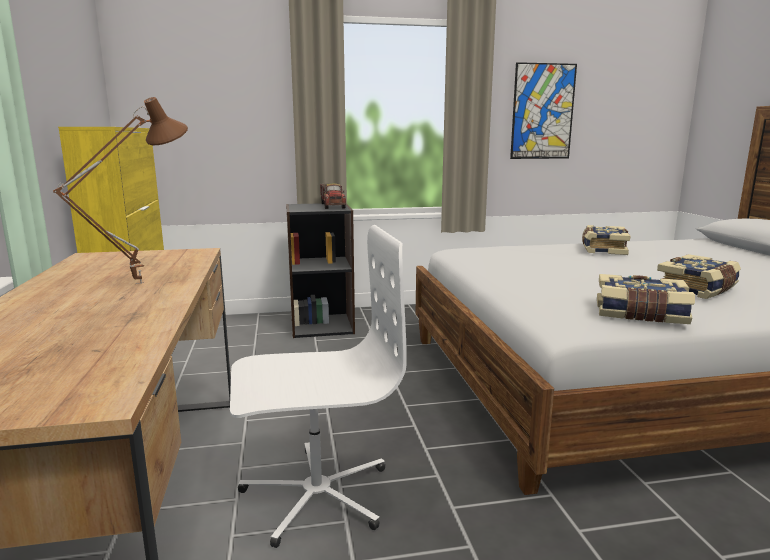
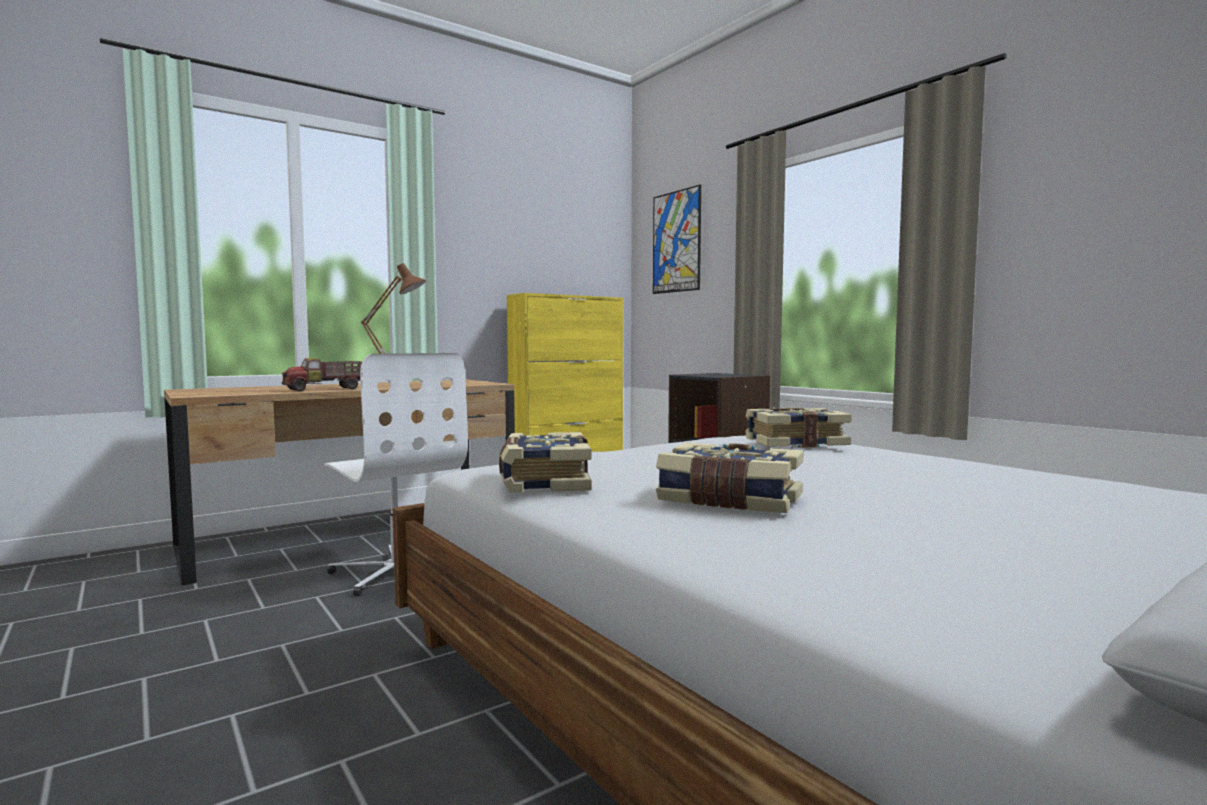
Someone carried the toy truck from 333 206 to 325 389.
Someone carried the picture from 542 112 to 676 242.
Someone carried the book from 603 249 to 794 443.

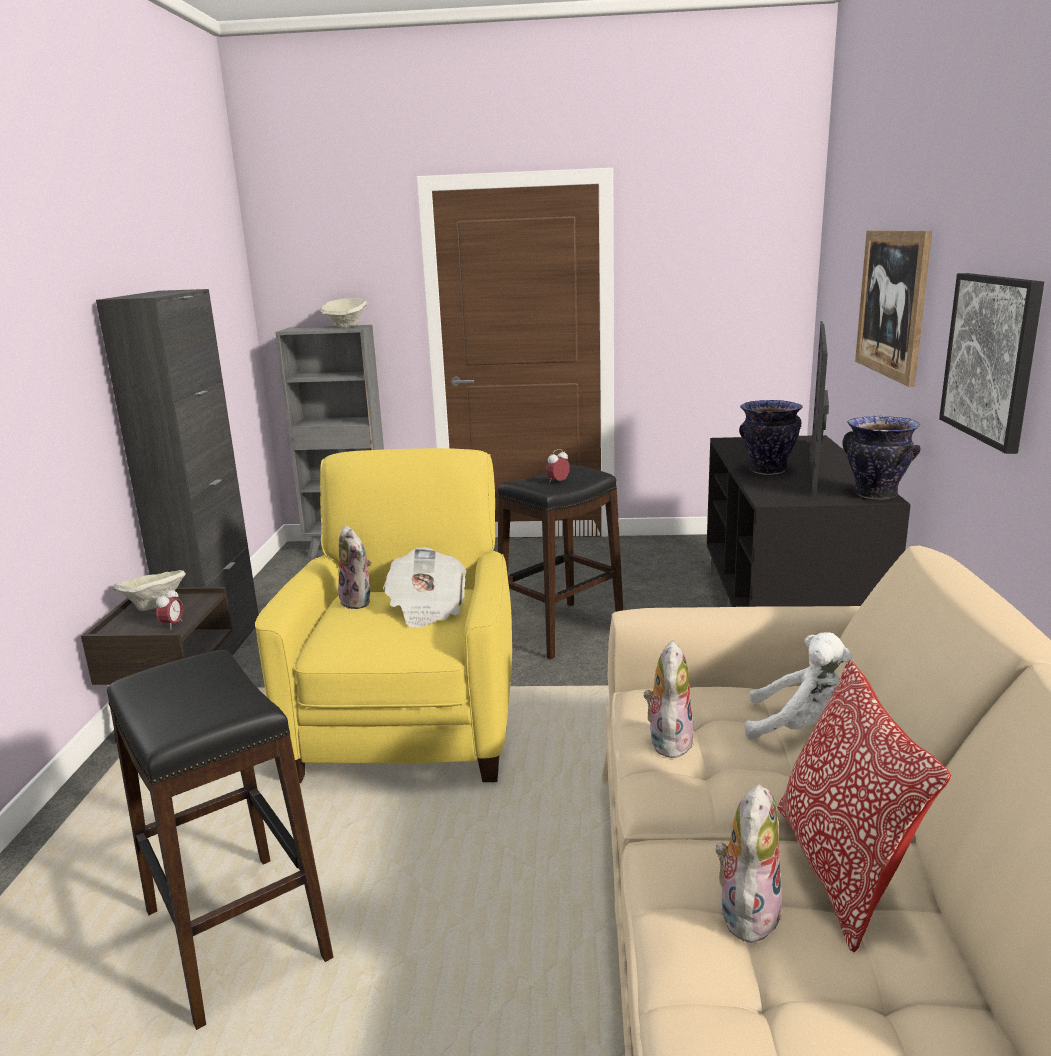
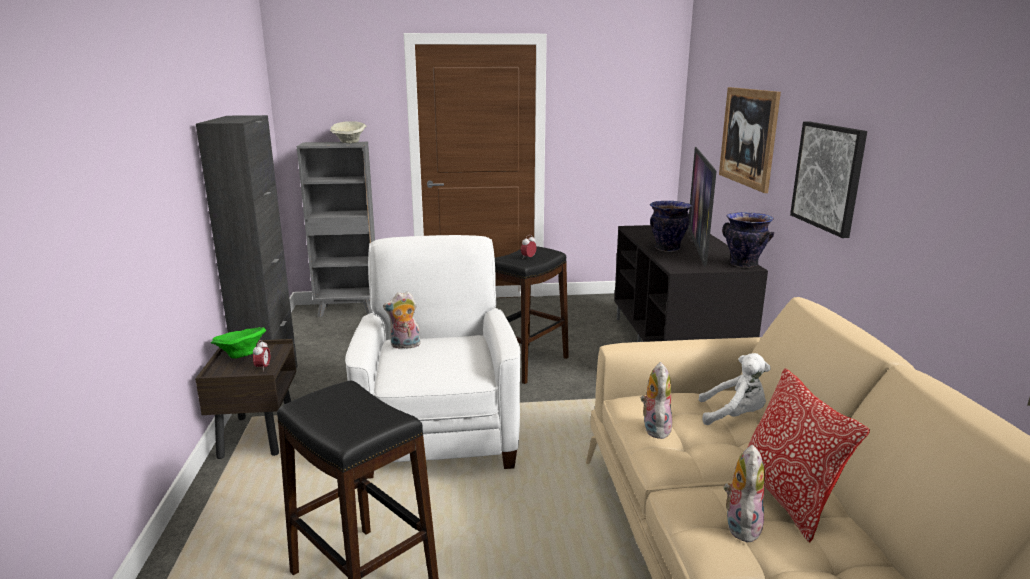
Someone repainted the beige bowl at 154 607, which became the green bowl at 241 355.
Someone repainted the yellow armchair at 409 726, which became the white armchair at 438 434.
Someone rotated the plush toy at 359 601 by 120 degrees clockwise.
Someone took away the newspaper at 426 609.

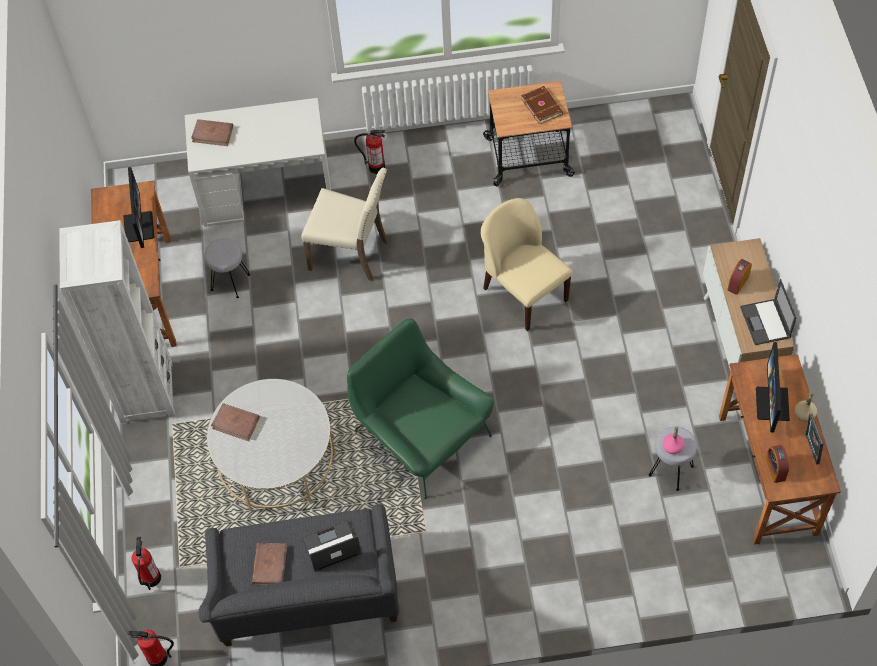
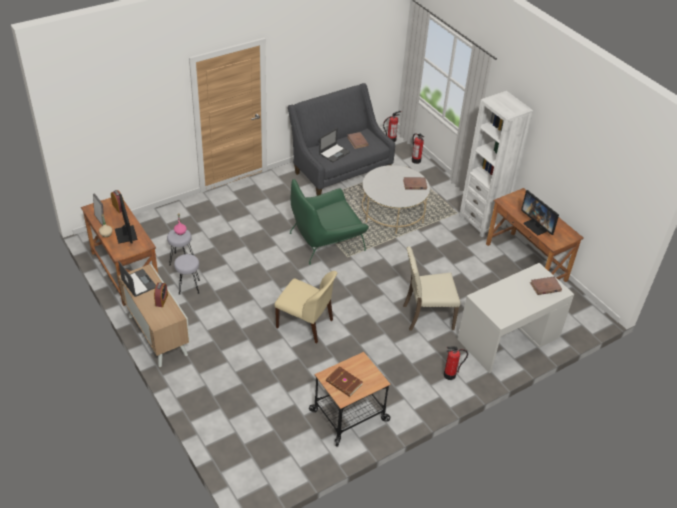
Someone carried the grey stool from 231 282 to 188 287.
Someone rotated the green armchair at 421 434 by 135 degrees clockwise.

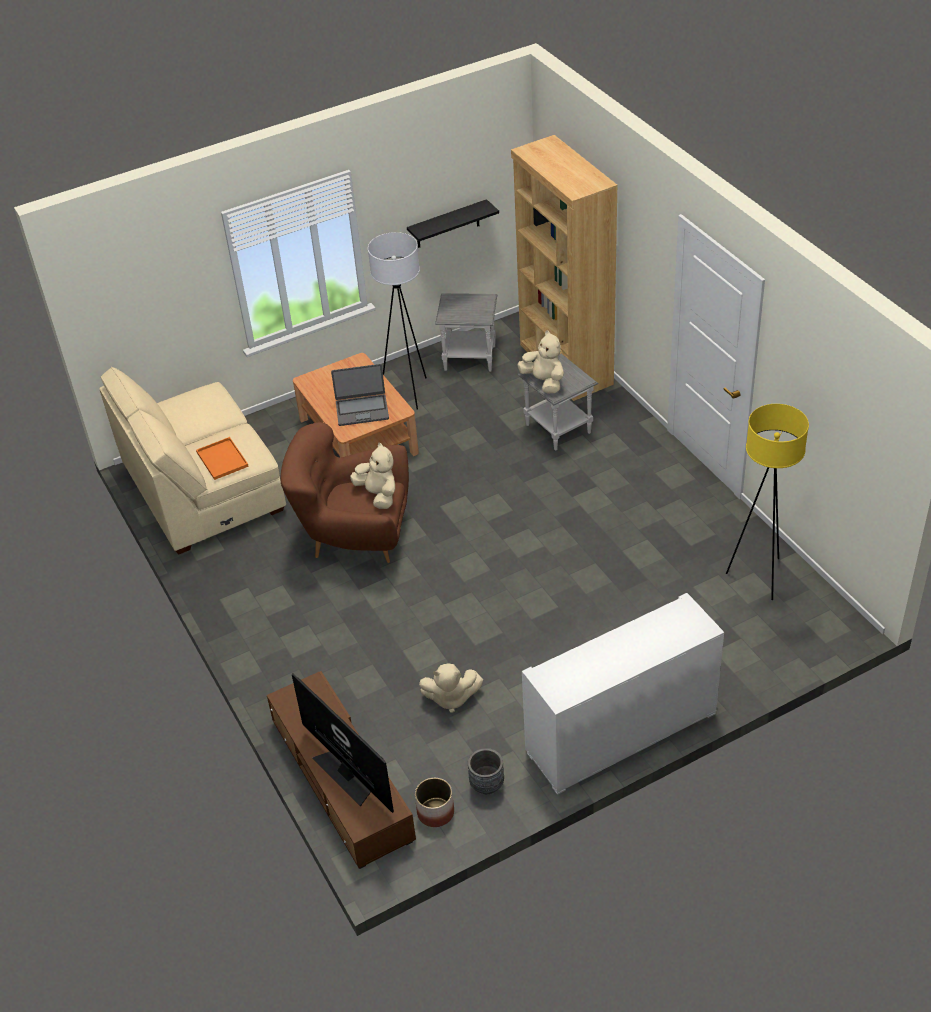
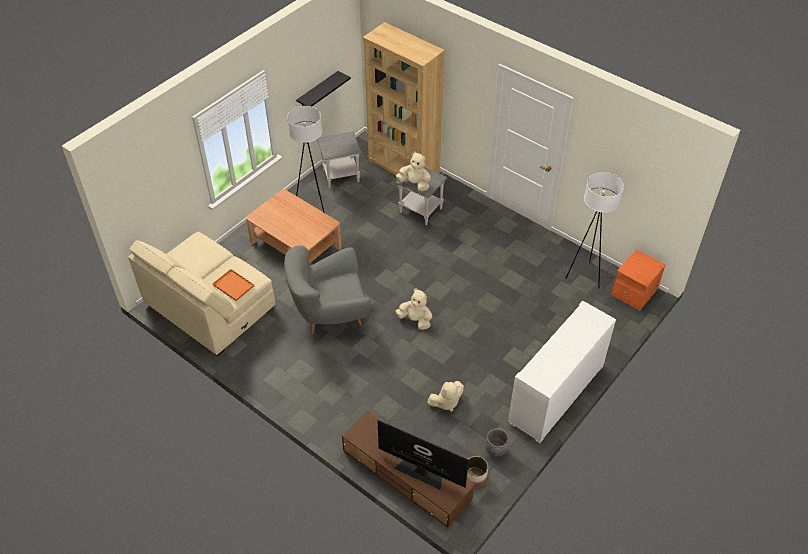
Someone repainted the brown armchair at 354 537, which became the grey armchair at 330 314.
Someone took away the laptop at 362 410.
Someone carried the beige plush toy from 378 495 to 415 320.
Someone repainted the yellow floor lamp at 759 576, which became the white floor lamp at 584 275.
Someone put down the orange nightstand at 634 292.

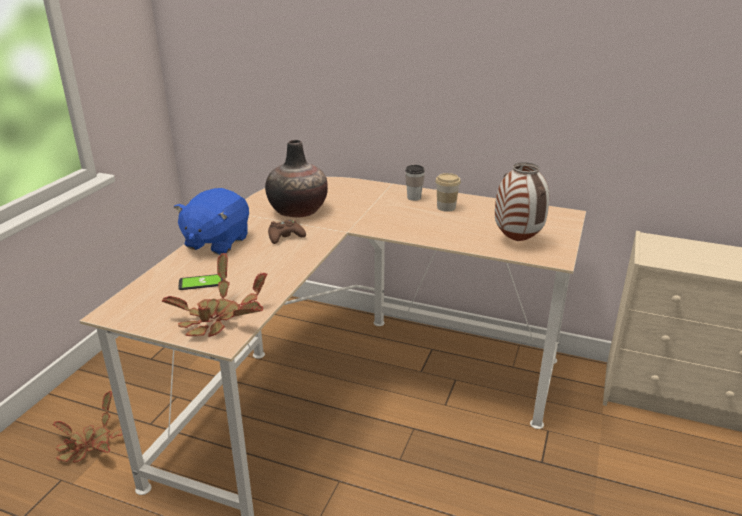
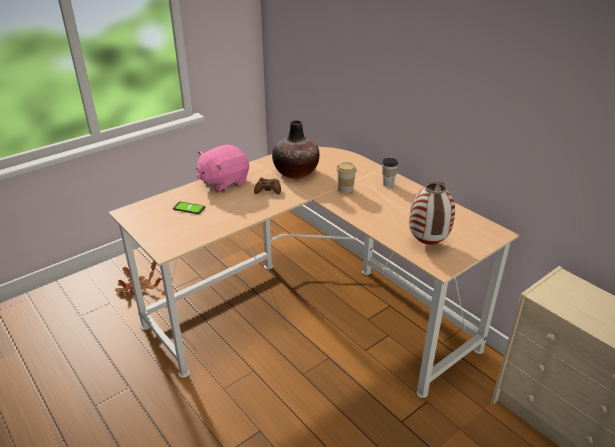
Someone took away the potted plant at 217 319.
Someone repainted the blue plush toy at 216 242, which became the pink plush toy at 223 182.
Someone carried the cup from 446 207 to 345 189.

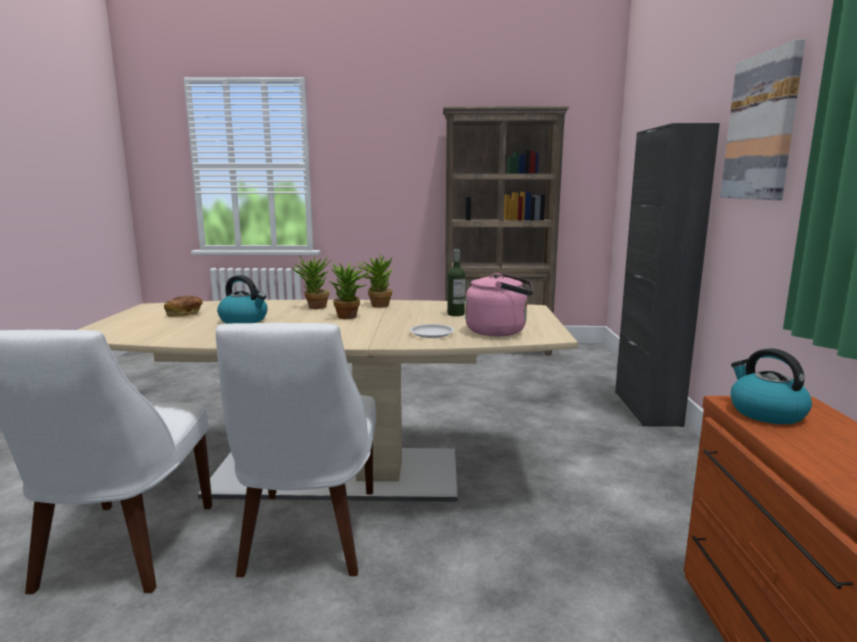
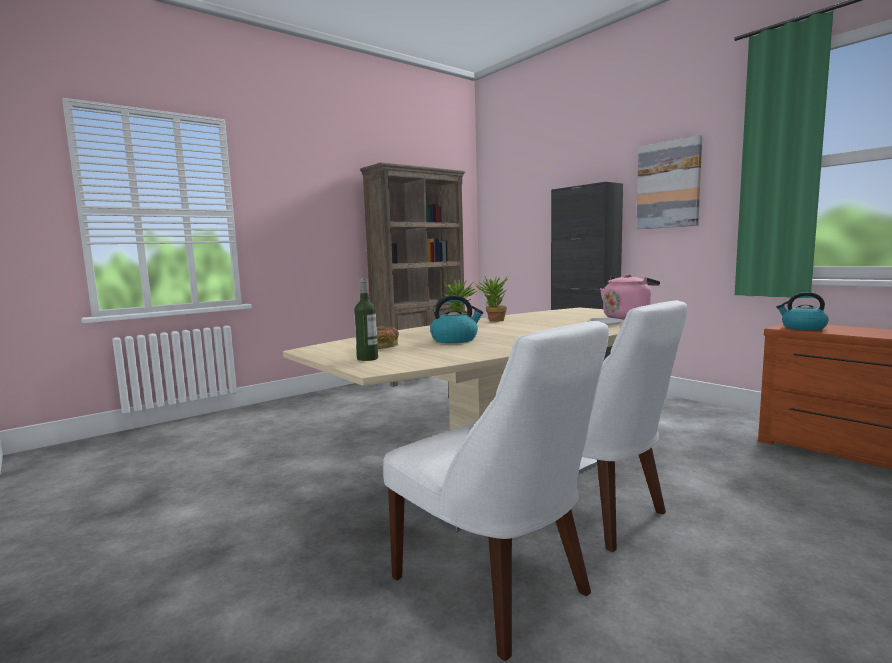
Someone took away the potted plant at 350 317.
Someone carried the bottle from 456 314 to 367 358.

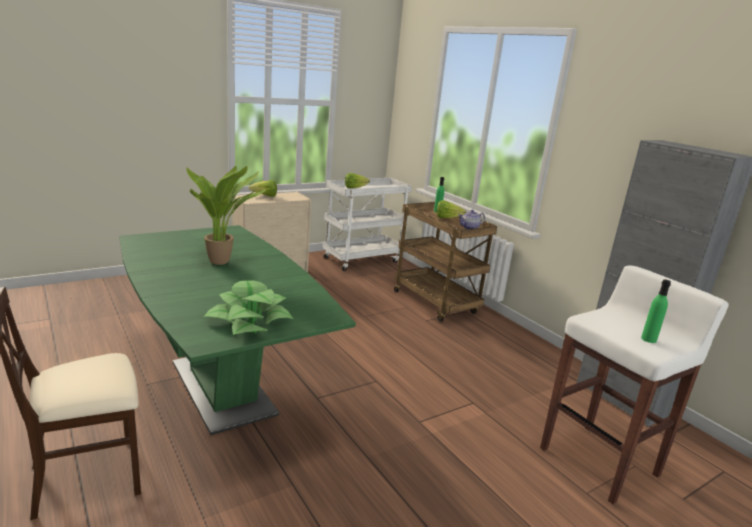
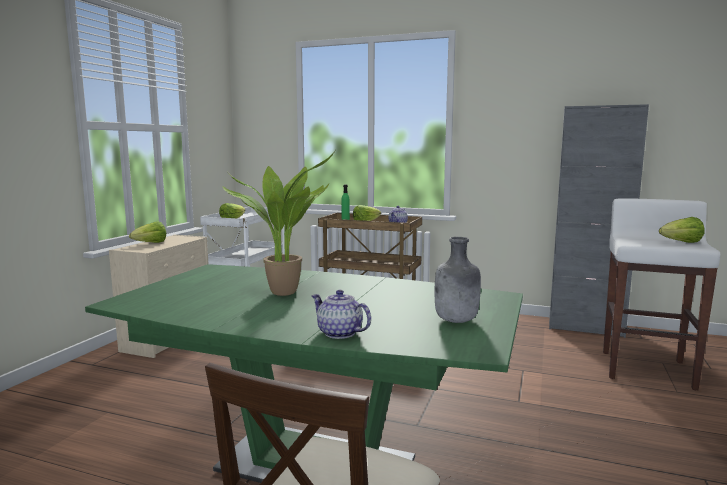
Someone swapped the potted plant at 249 321 for the grey bottle at 456 320.
Someone swapped the green bottle at 648 339 for the lettuce at 681 243.
Someone put down the teapot at 339 333.

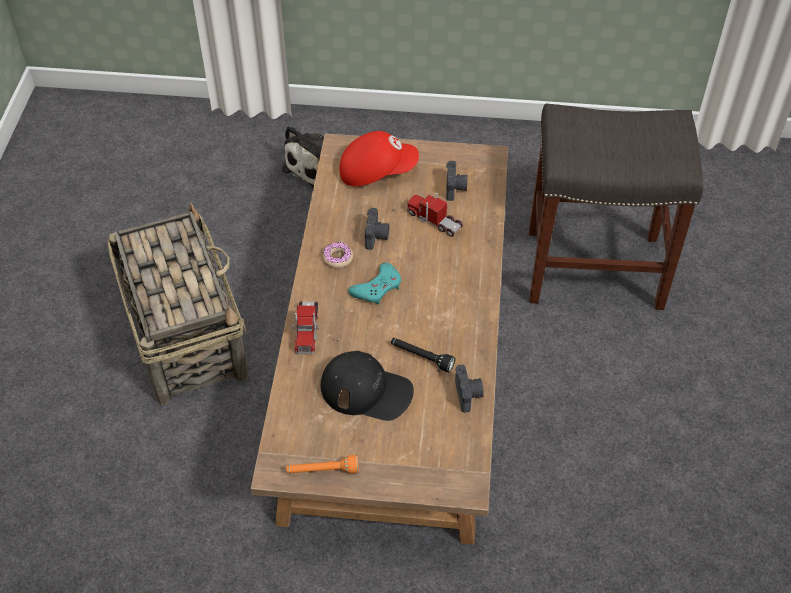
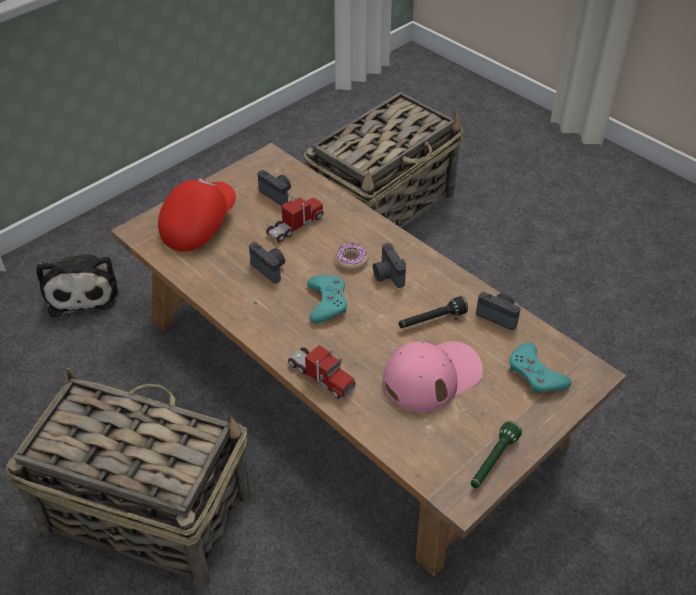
Someone repainted the orange flashlight at 322 471, which became the green flashlight at 492 461.
Someone repainted the black cap at 367 390, which became the pink cap at 432 376.
Someone carried the donut from 338 258 to 351 260.
Someone rotated the toy truck at 434 220 by 150 degrees clockwise.
Someone swapped the grey stool at 596 267 for the basket at 384 207.
Someone put down the photo camera at 387 275.
Someone put down the turquoise game controller at 535 374.

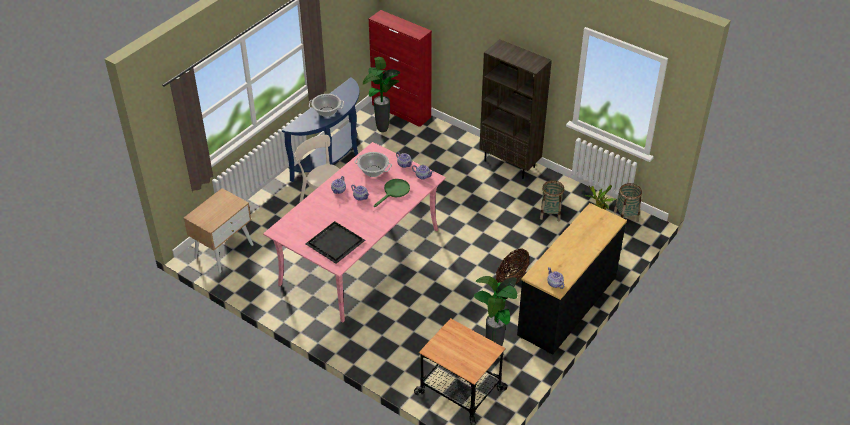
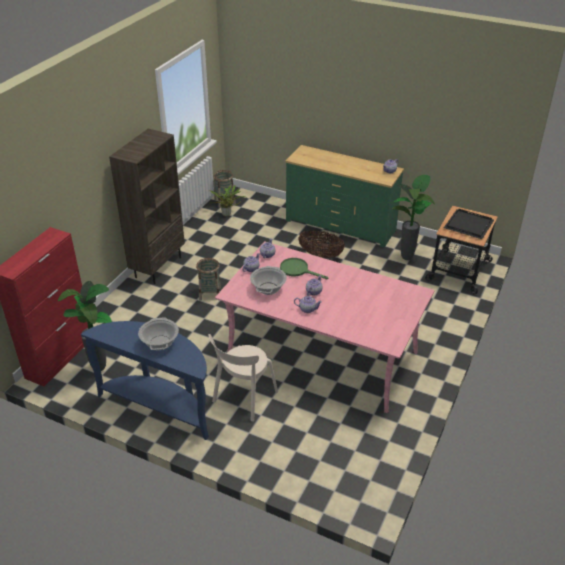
Someone took away the beige nightstand at 224 250.
Someone carried the black tray from 334 243 to 469 226.
Someone repainted the black dresser at 568 306, which became the green dresser at 340 225.
Someone carried the basket from 550 213 to 210 293.

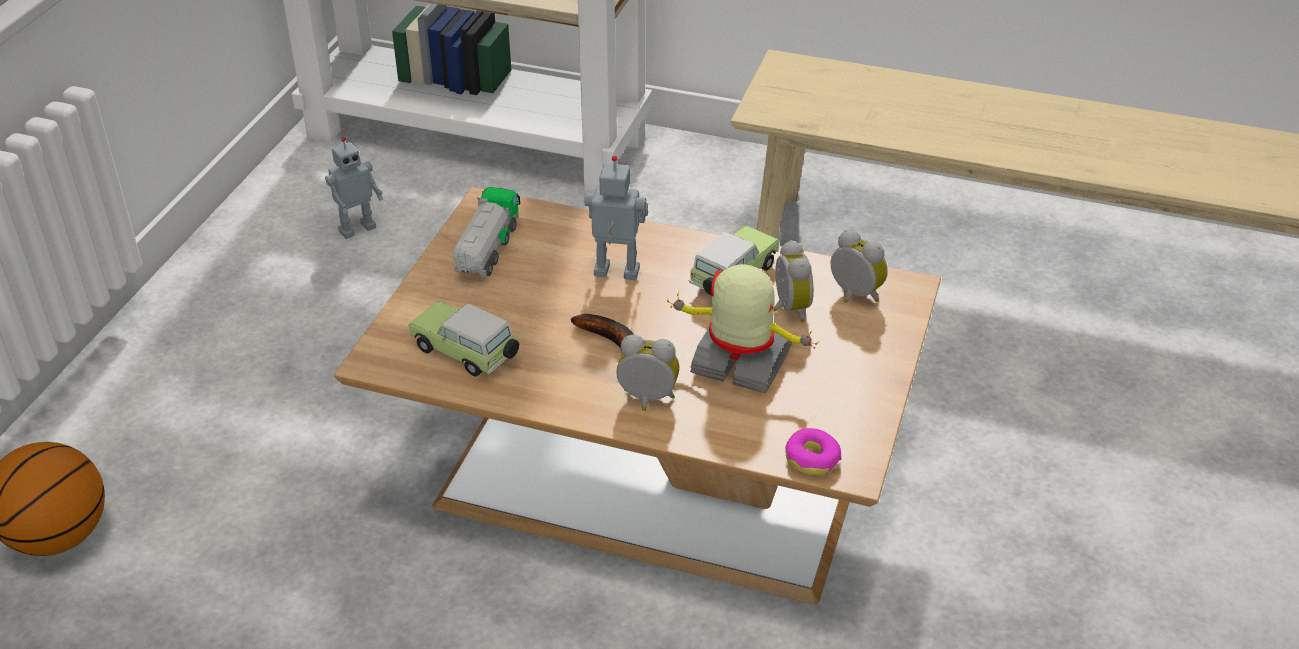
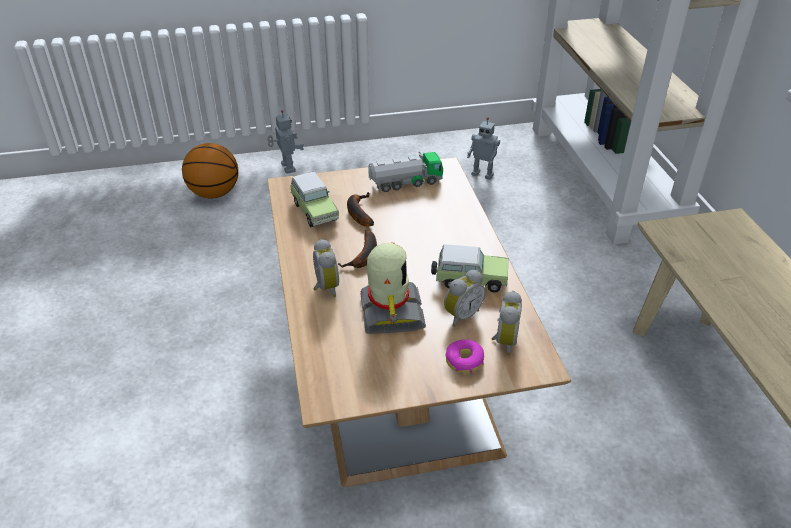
Someone rotated the toy car at 467 354 by 150 degrees clockwise.
Someone carried the toy robot from 616 274 to 287 168.
Someone carried the donut from 812 459 to 464 361.
Someone put down the banana at 358 212.

